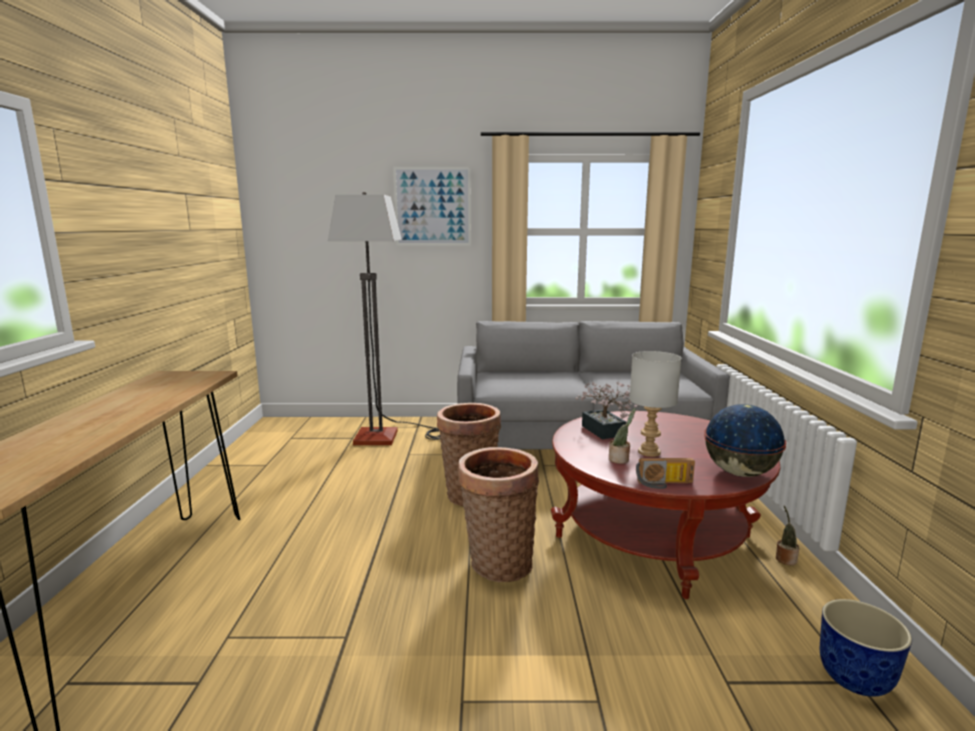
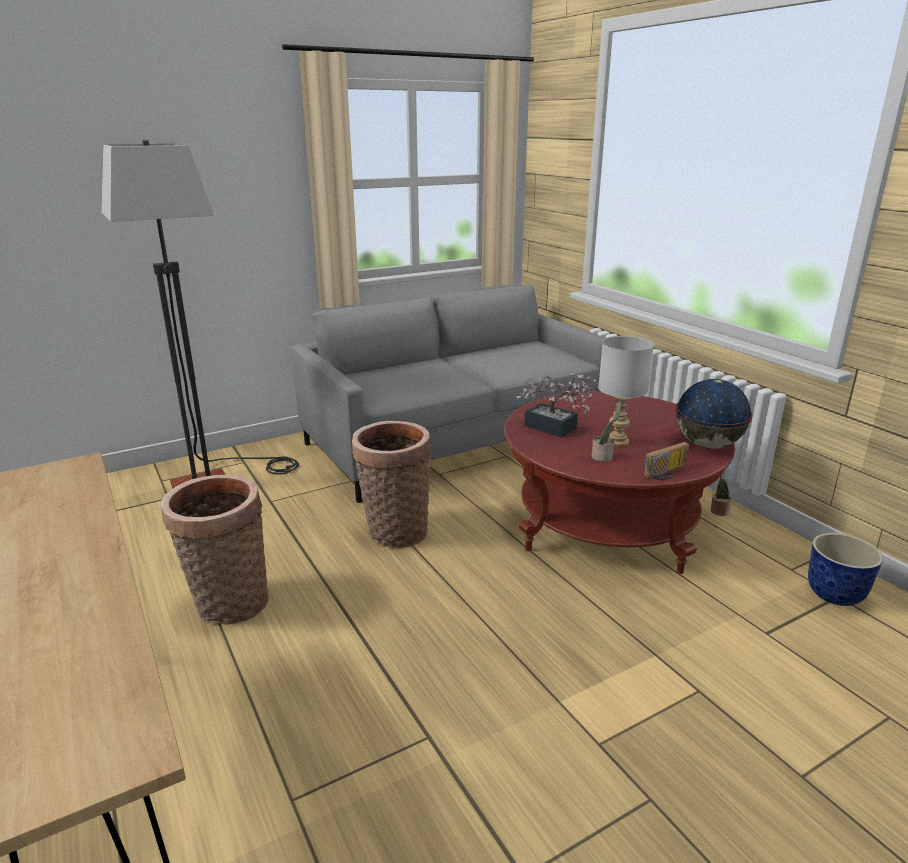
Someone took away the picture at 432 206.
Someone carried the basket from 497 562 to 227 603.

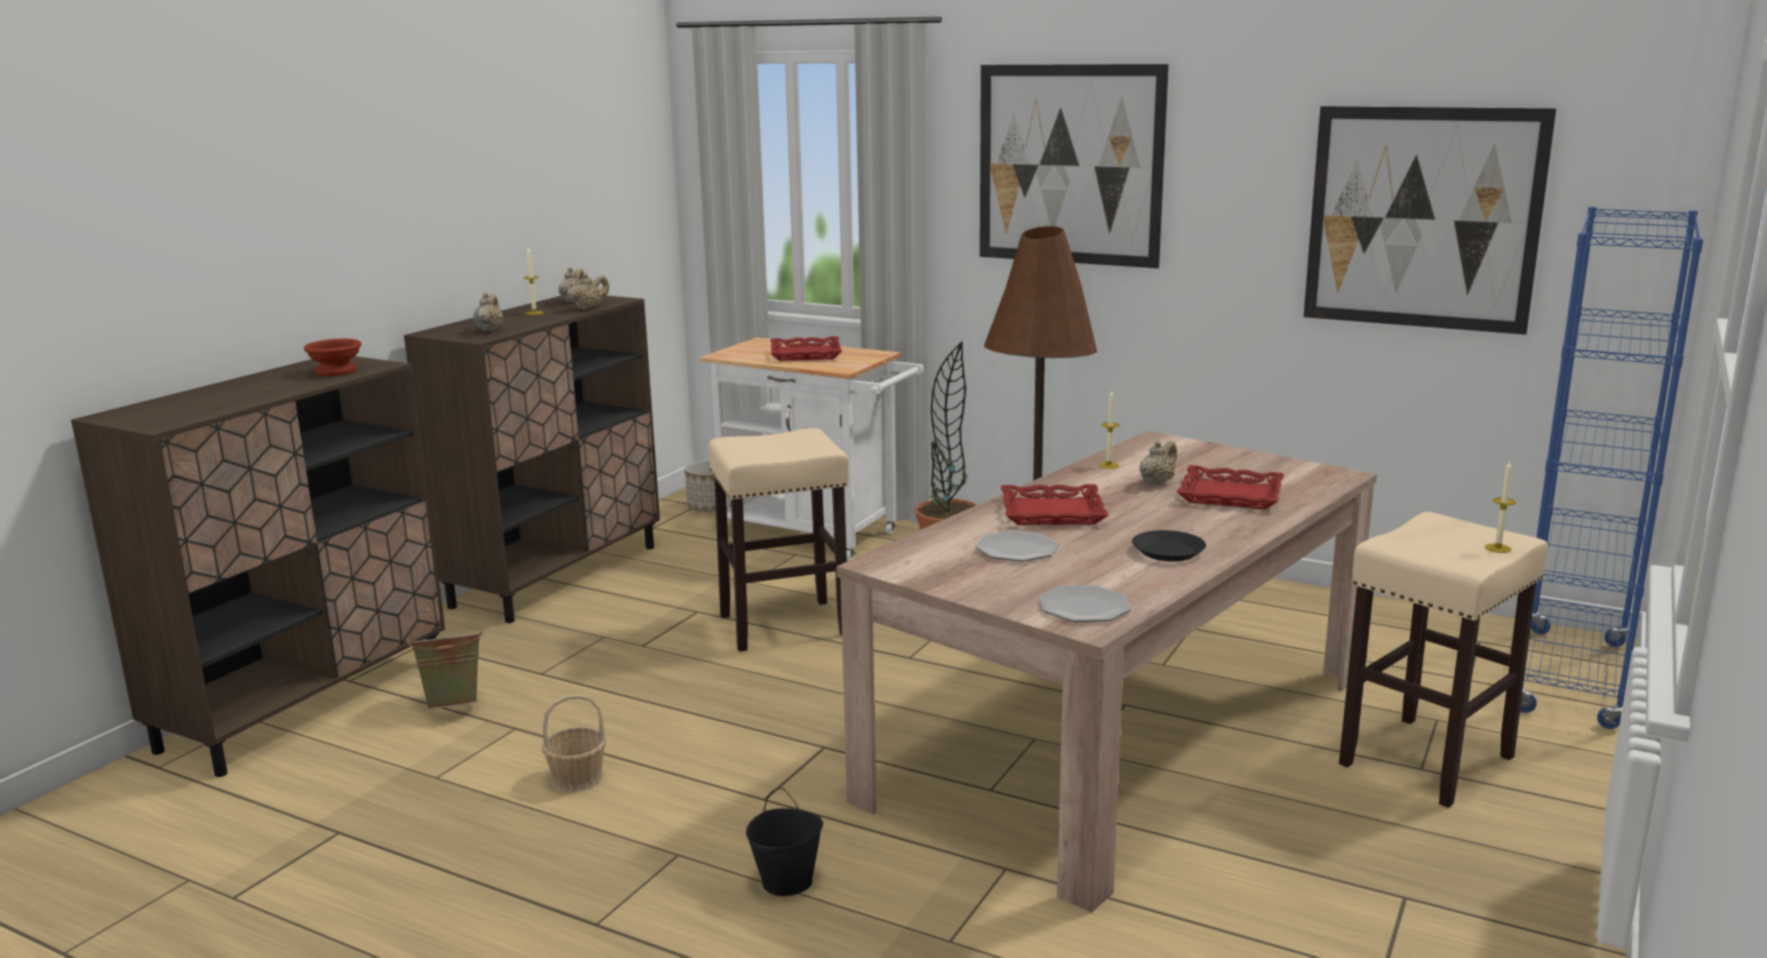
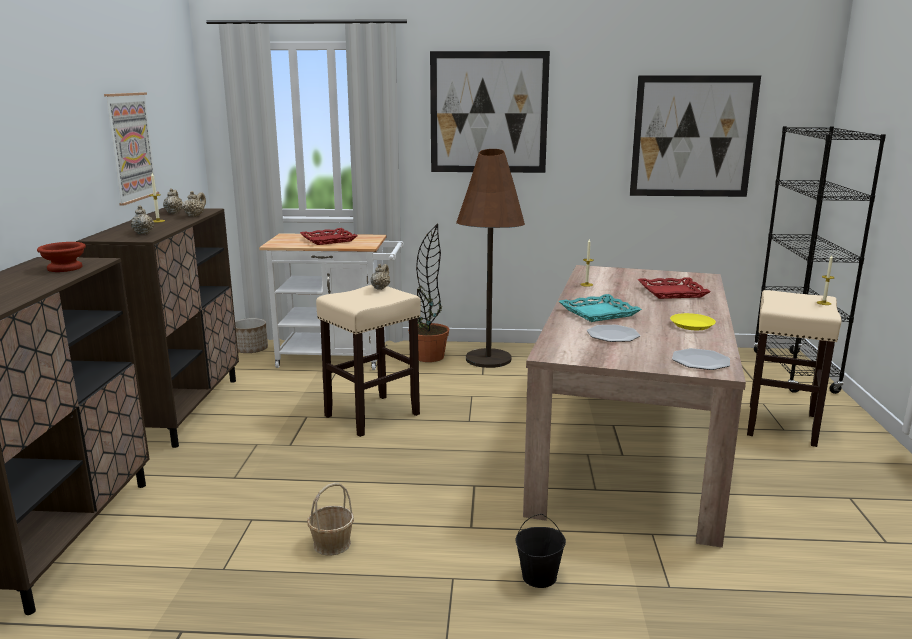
Someone took away the green bucket at 454 704.
Someone repainted the red tray at 1052 512, which became the turquoise tray at 598 312.
Someone repainted the black plate at 1168 551, which became the yellow plate at 692 325.
Someone carried the beige teapot from 1157 483 to 380 288.
Someone repainted the blue bookcase at 1571 677, which became the black bookcase at 794 372.
Someone put up the picture at 131 147.

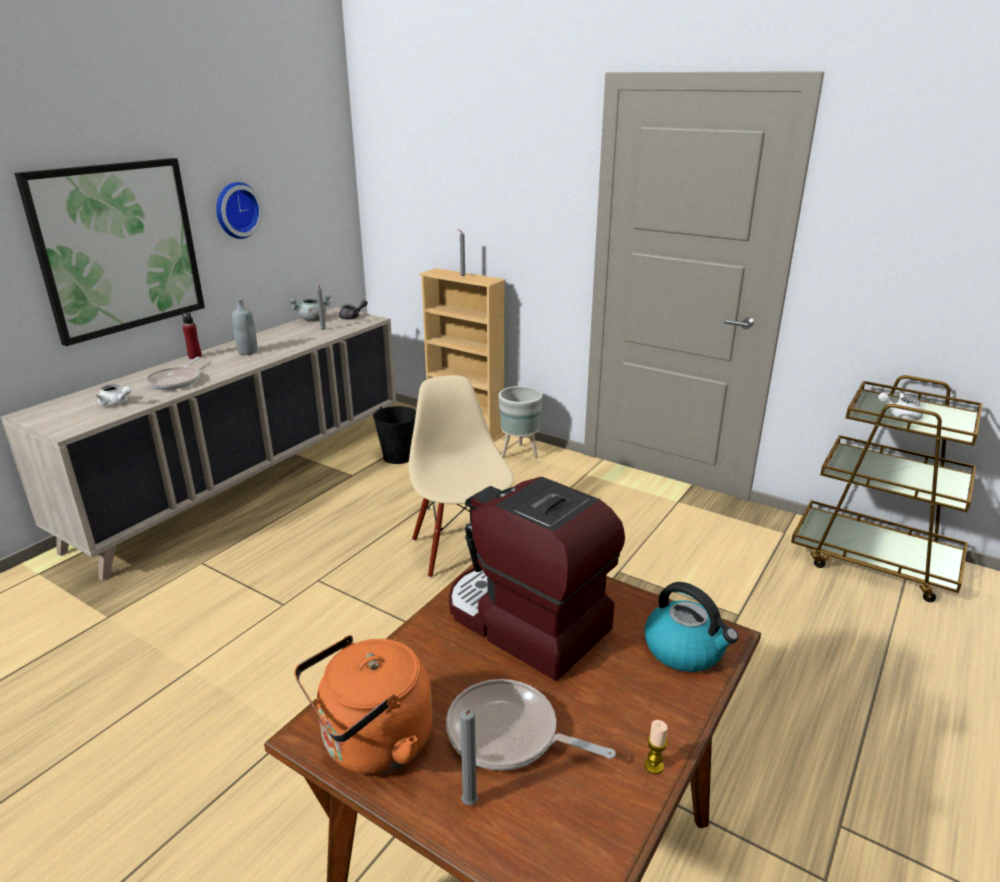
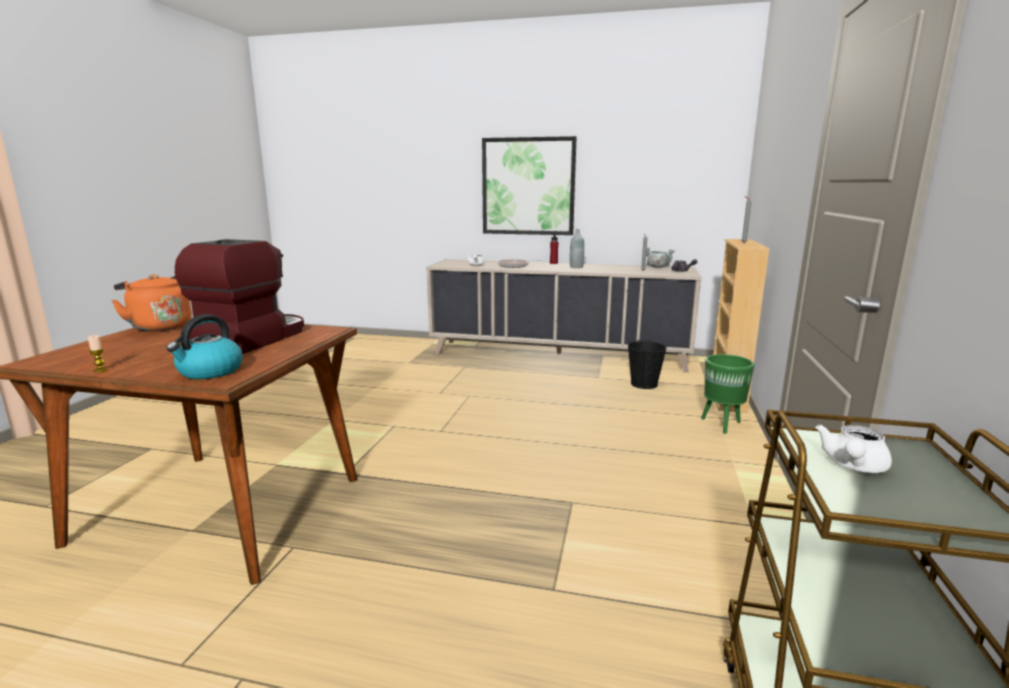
Someone took away the wall clock at 236 210.
Someone took away the beige chair at 461 550.
Someone took away the frying pan at 508 734.
Someone took away the grey candle at 469 805.
Someone repainted the grey planter at 519 453, which became the green planter at 721 424.
Someone rotated the white teapot at 900 415 by 135 degrees counterclockwise.

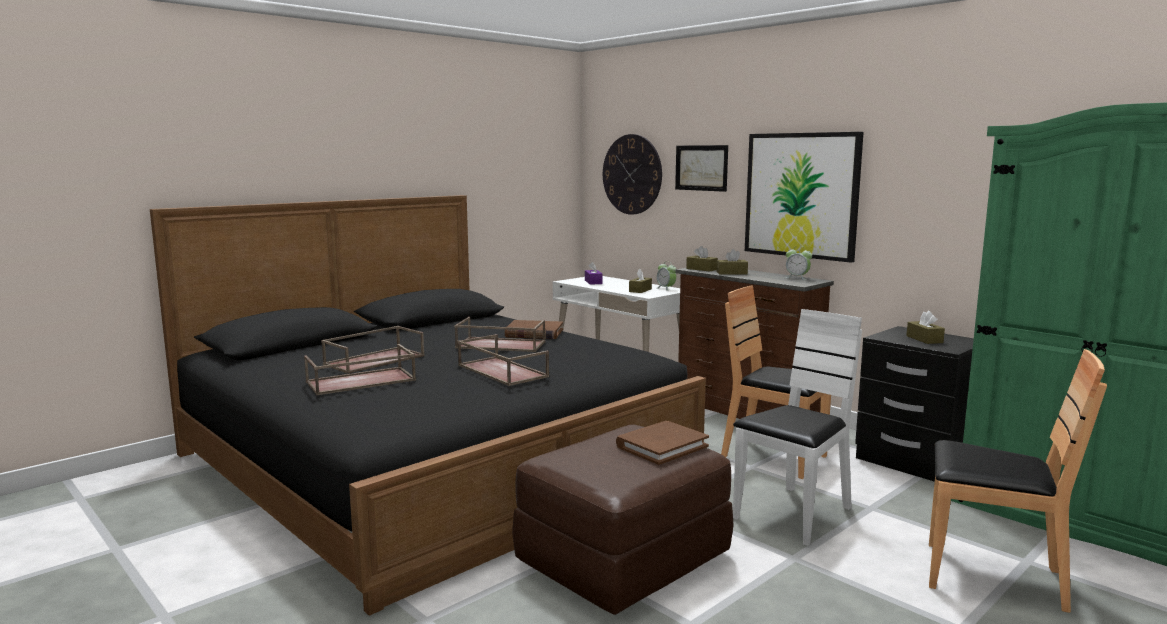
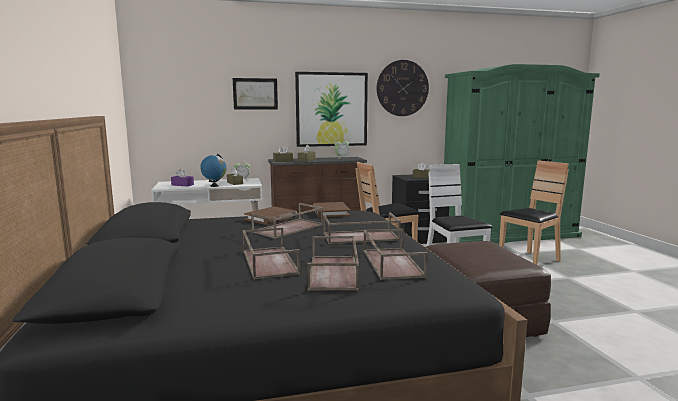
Someone carried the wall clock from 632 174 to 402 88.
Someone carried the brown book from 662 446 to 330 212.
Someone put down the globe at 214 186.
Someone put down the brown tray at 391 263.

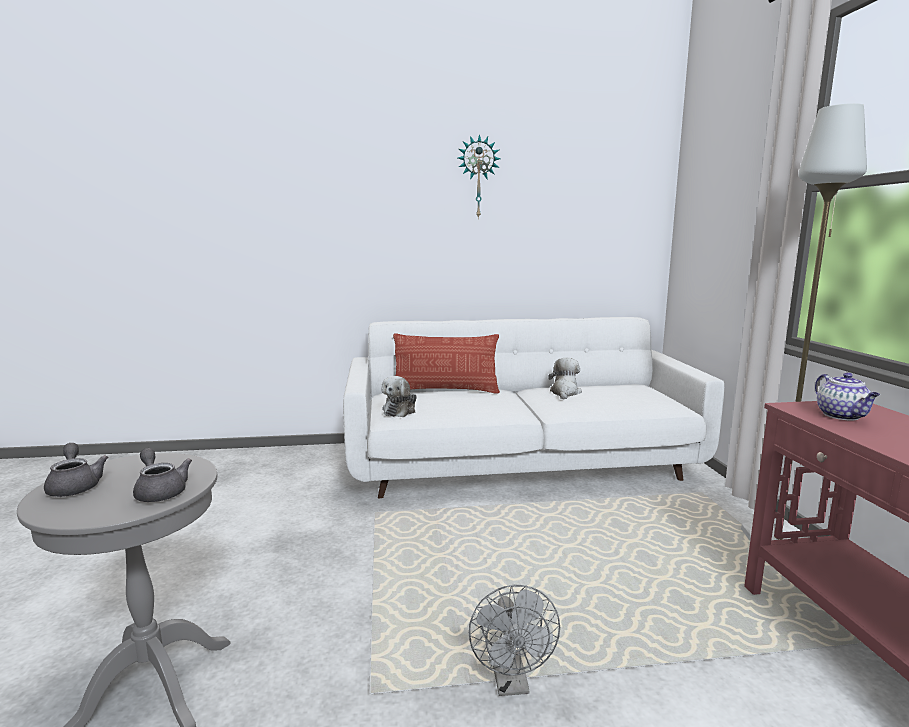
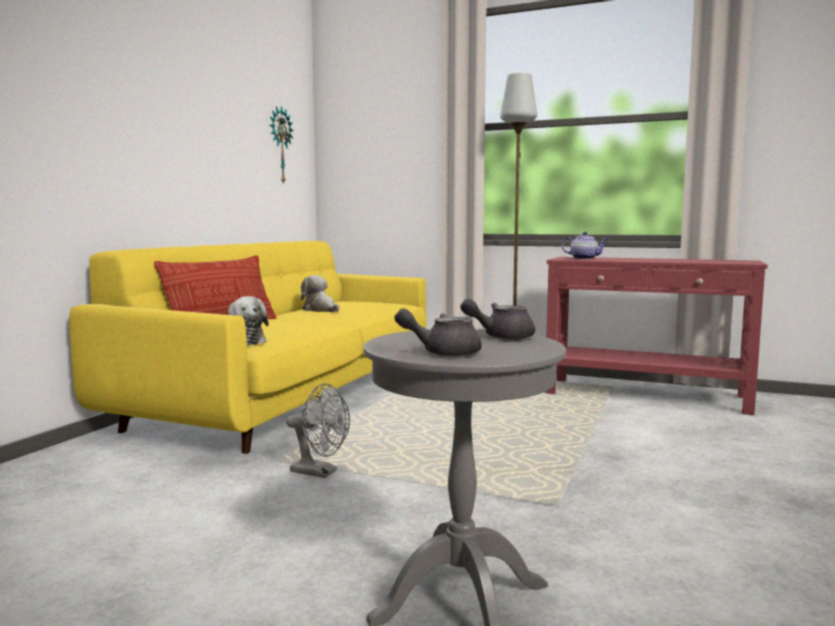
Someone repainted the white sofa at 521 463, which became the yellow sofa at 291 395.
Someone carried the wall clock from 478 177 to 279 145.
Someone carried the grey fan from 511 683 to 320 472.

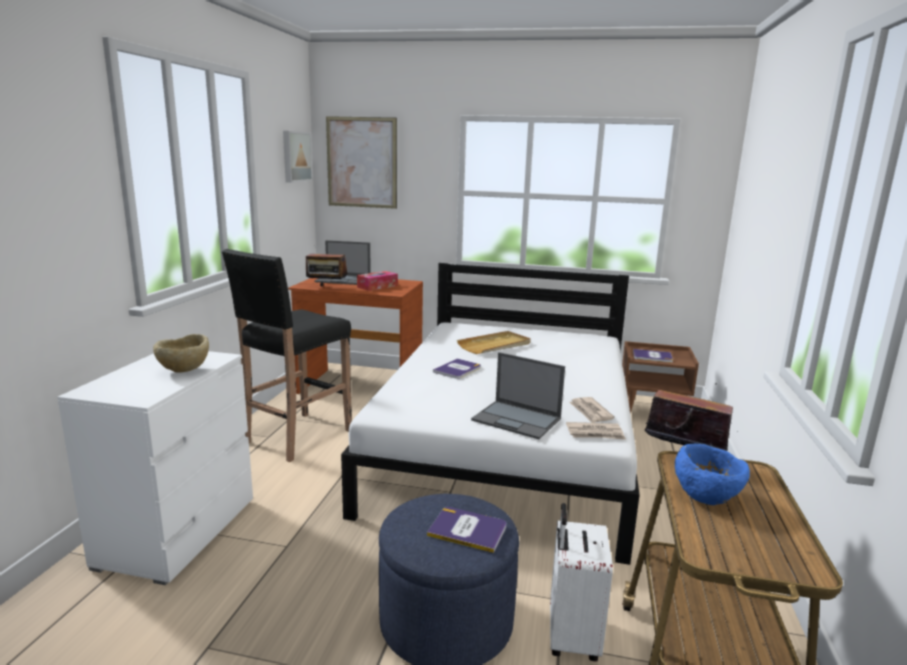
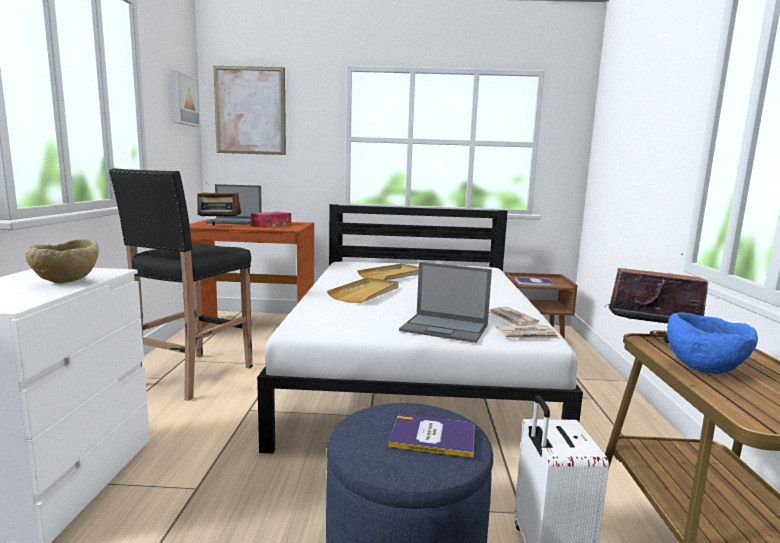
Someone swapped the book at 457 369 for the beige tray at 366 293.

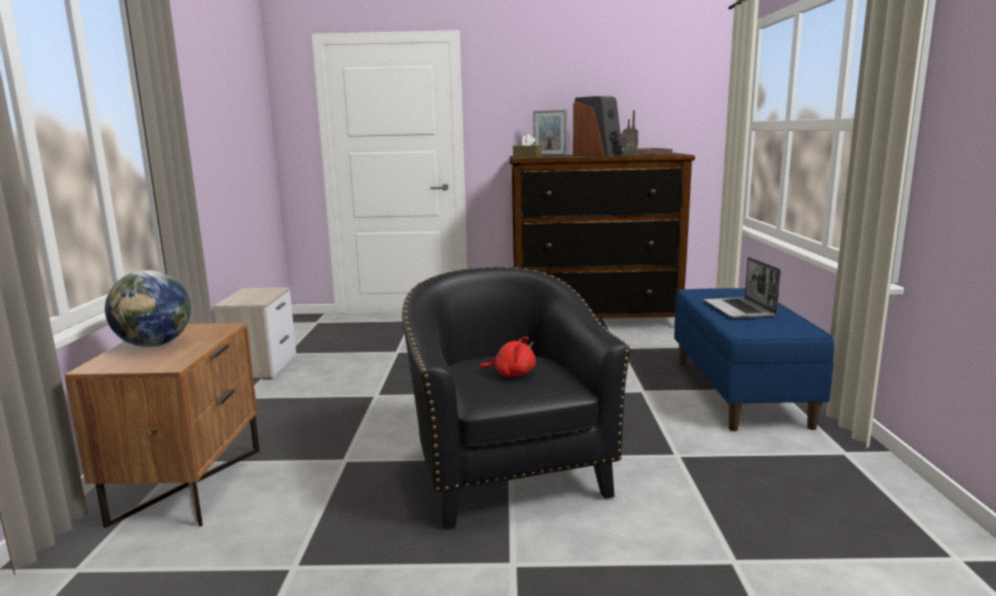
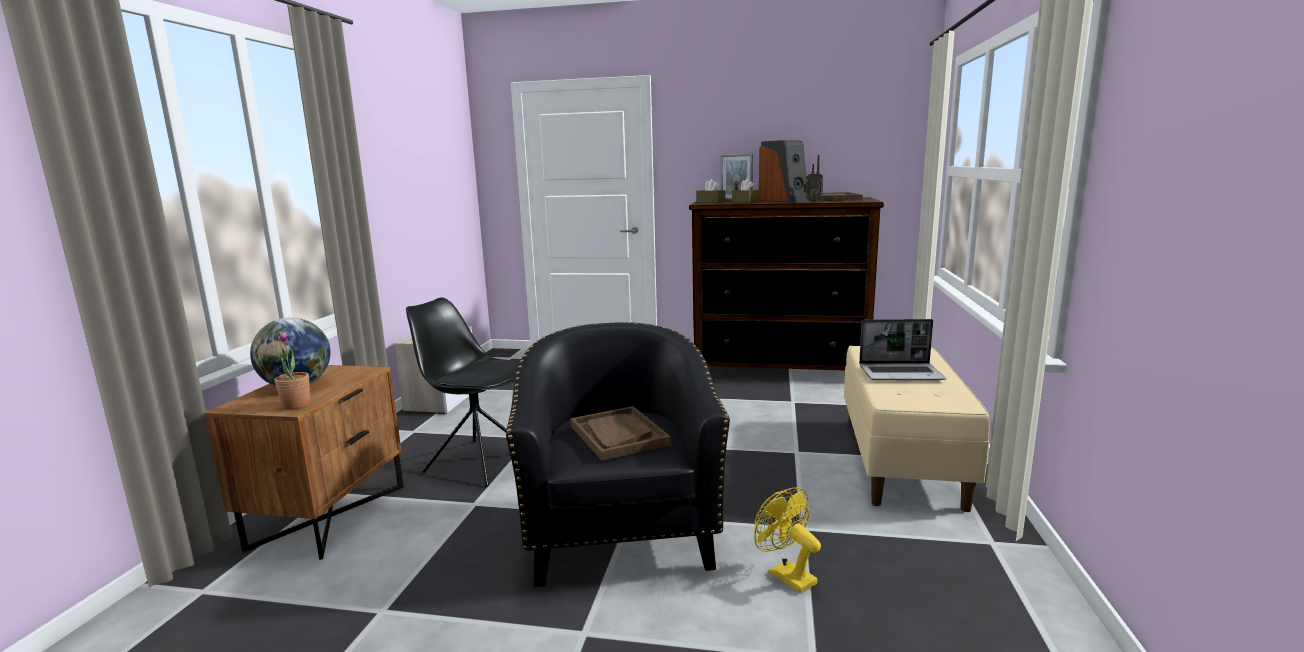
Someone swapped the red plush toy at 511 374 for the brown tray at 618 435.
Someone repainted the blue bench at 740 392, which became the beige bench at 902 461.
Someone rotated the laptop at 740 310 by 90 degrees counterclockwise.
Someone put down the potted plant at 296 405.
Someone put down the black chair at 478 462.
Someone put down the brown tissue box at 745 202.
Someone put down the yellow fan at 786 575.

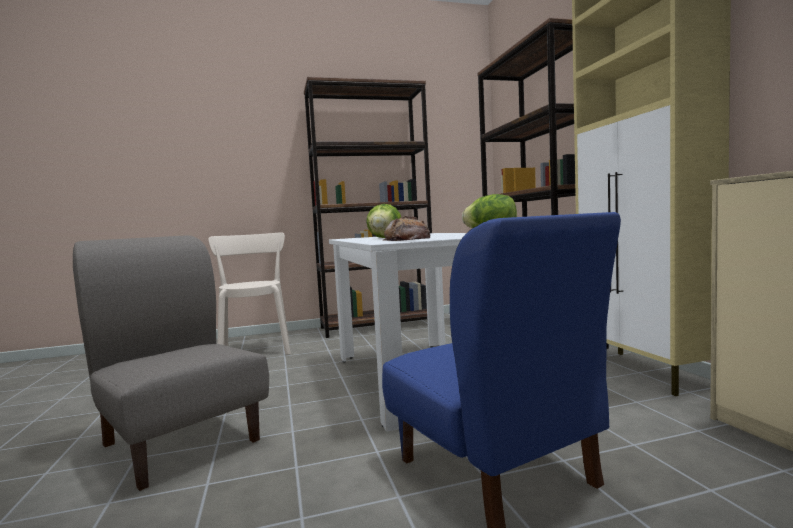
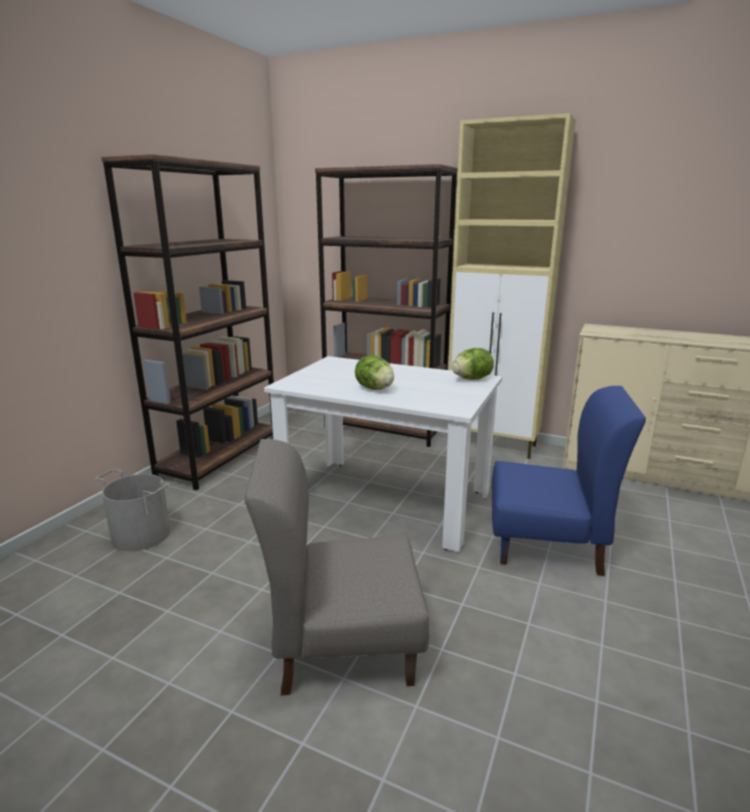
Someone swapped the beige chair at 255 349 for the grey bucket at 142 534.
Someone took away the bread at 407 240.

